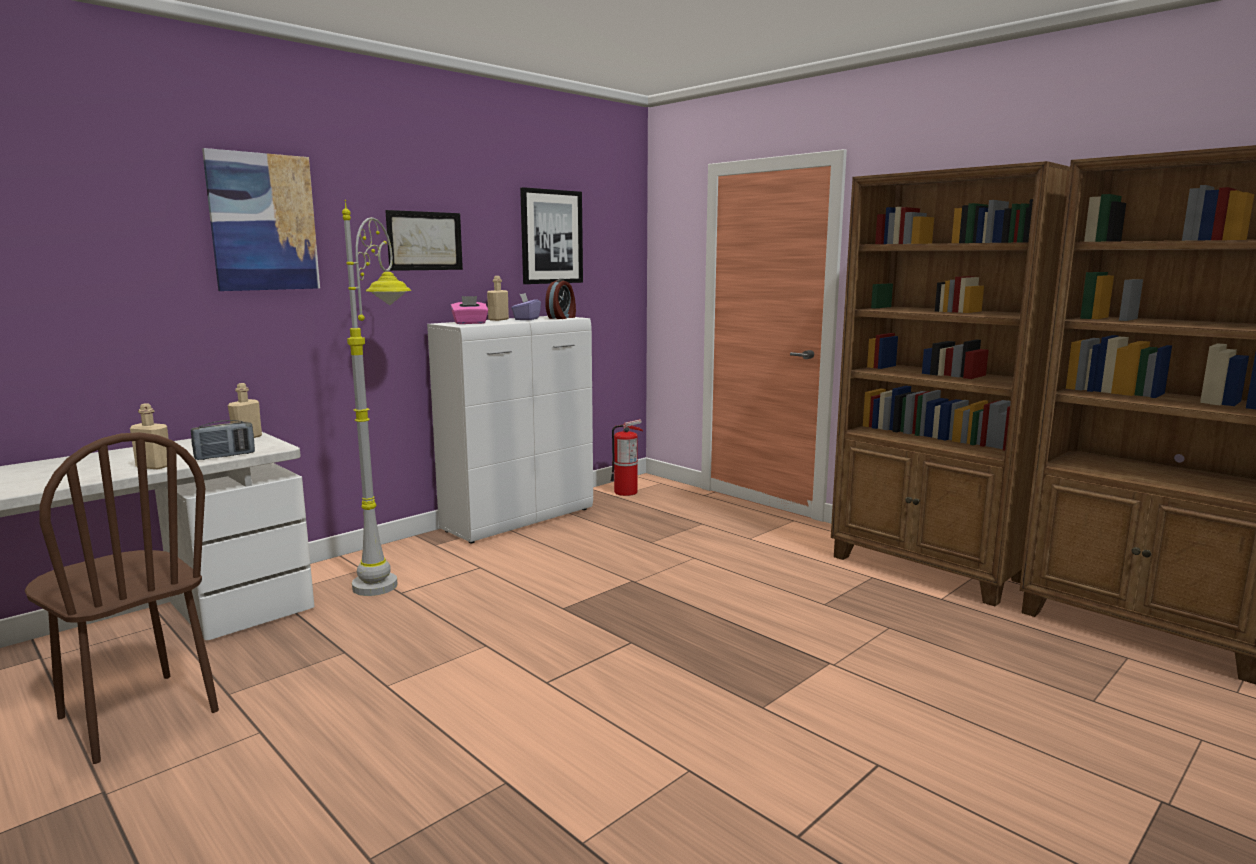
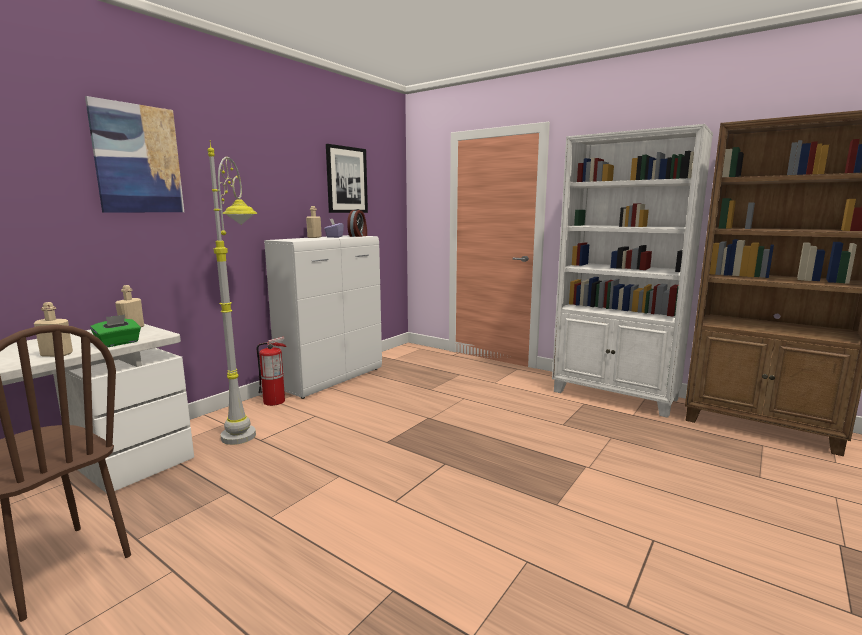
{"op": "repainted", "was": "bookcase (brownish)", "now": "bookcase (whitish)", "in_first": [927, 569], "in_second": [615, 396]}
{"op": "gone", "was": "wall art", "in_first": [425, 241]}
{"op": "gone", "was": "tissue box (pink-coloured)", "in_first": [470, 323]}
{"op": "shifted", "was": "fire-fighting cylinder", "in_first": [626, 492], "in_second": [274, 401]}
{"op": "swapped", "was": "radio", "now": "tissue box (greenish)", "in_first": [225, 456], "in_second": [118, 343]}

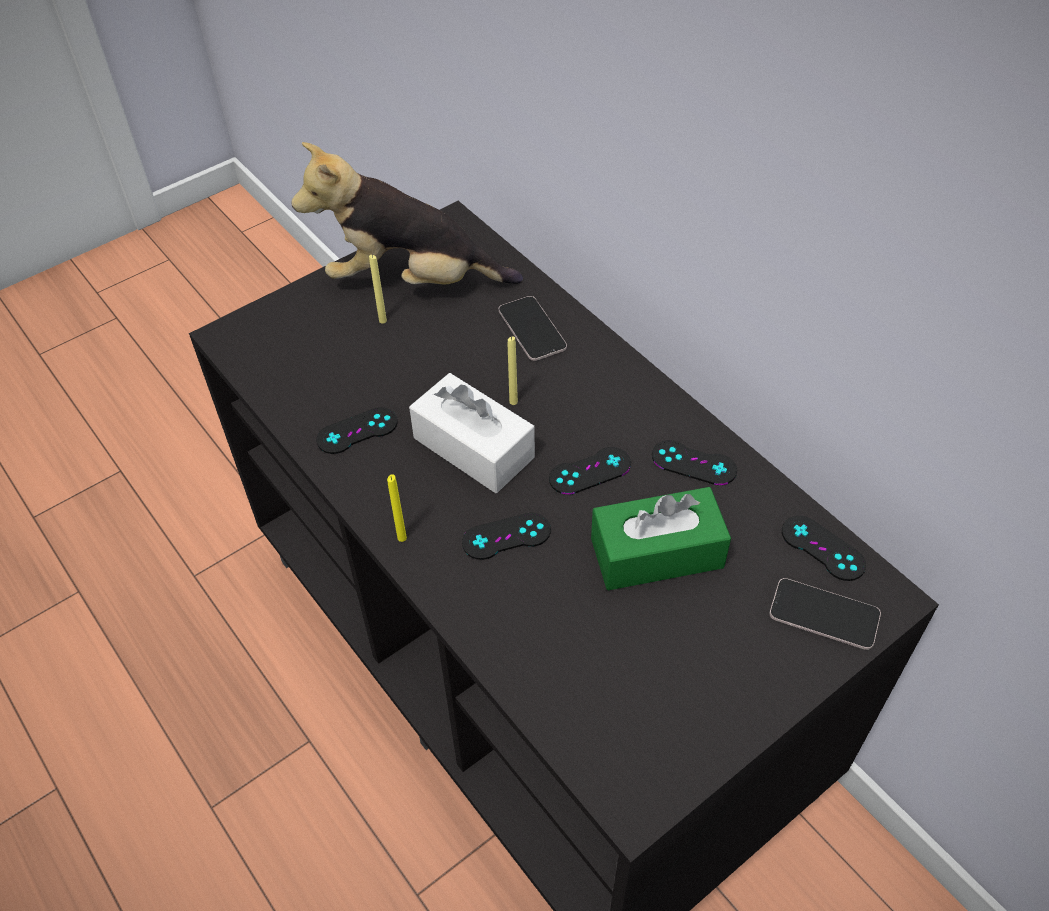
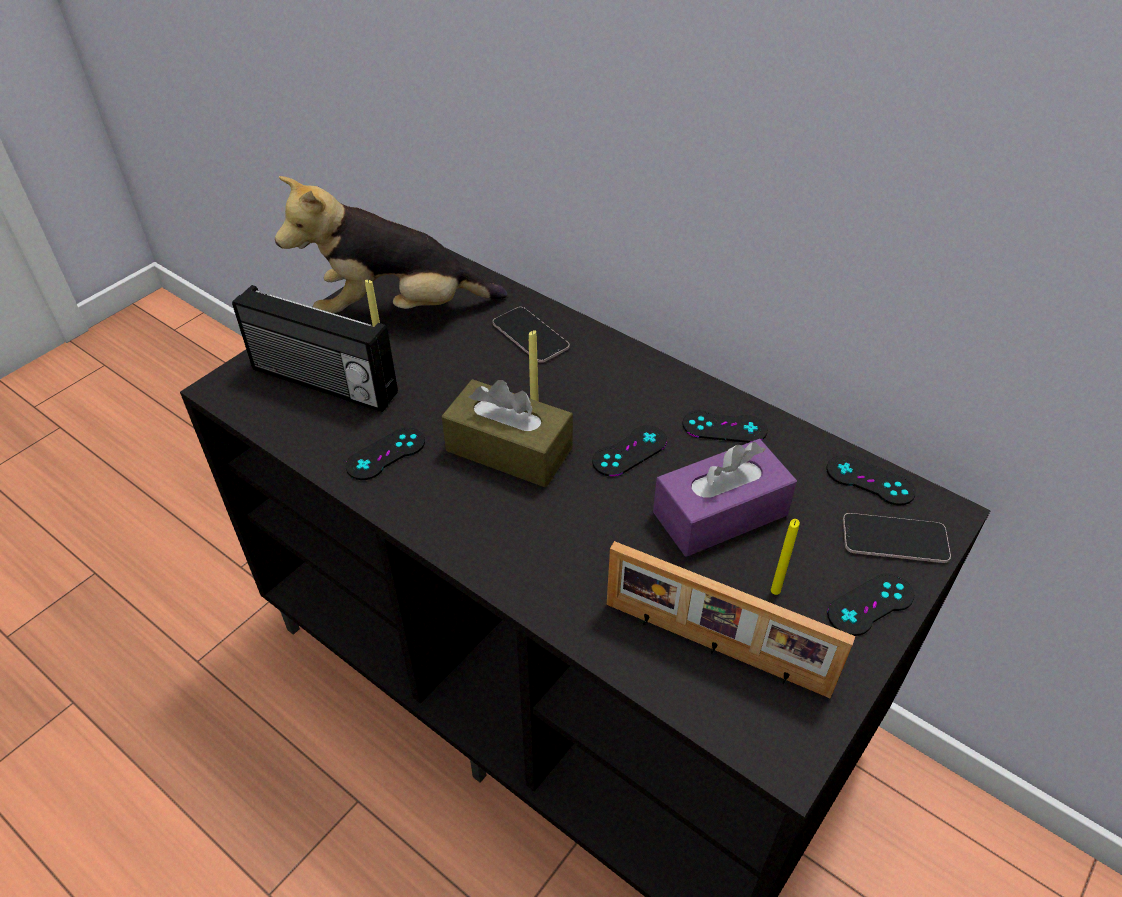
{"op": "repainted", "was": "tissue box (whitish)", "now": "tissue box (brownish)", "in_first": [473, 447], "in_second": [509, 449]}
{"op": "shifted", "was": "wax light (yellow-coloured)", "in_first": [402, 538], "in_second": [775, 590]}
{"op": "repainted", "was": "tissue box (greenish)", "now": "tissue box (purple)", "in_first": [656, 553], "in_second": [720, 513]}
{"op": "shifted", "was": "game controller (blackish)", "in_first": [506, 536], "in_second": [870, 605]}
{"op": "new", "now": "radio", "in_second": [322, 383]}
{"op": "new", "now": "standing frame", "in_second": [714, 648]}

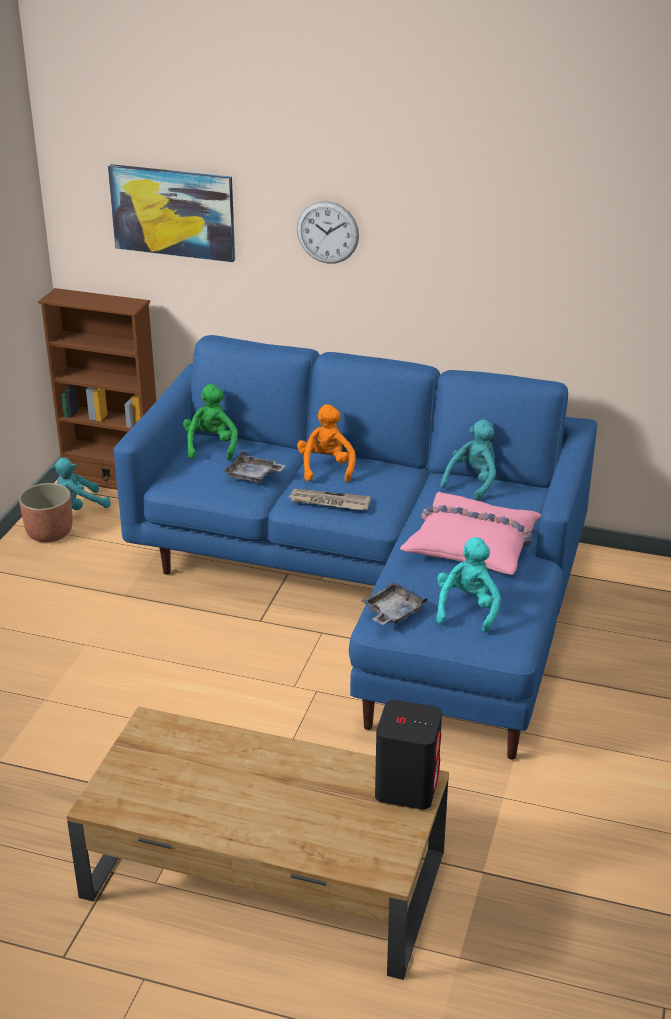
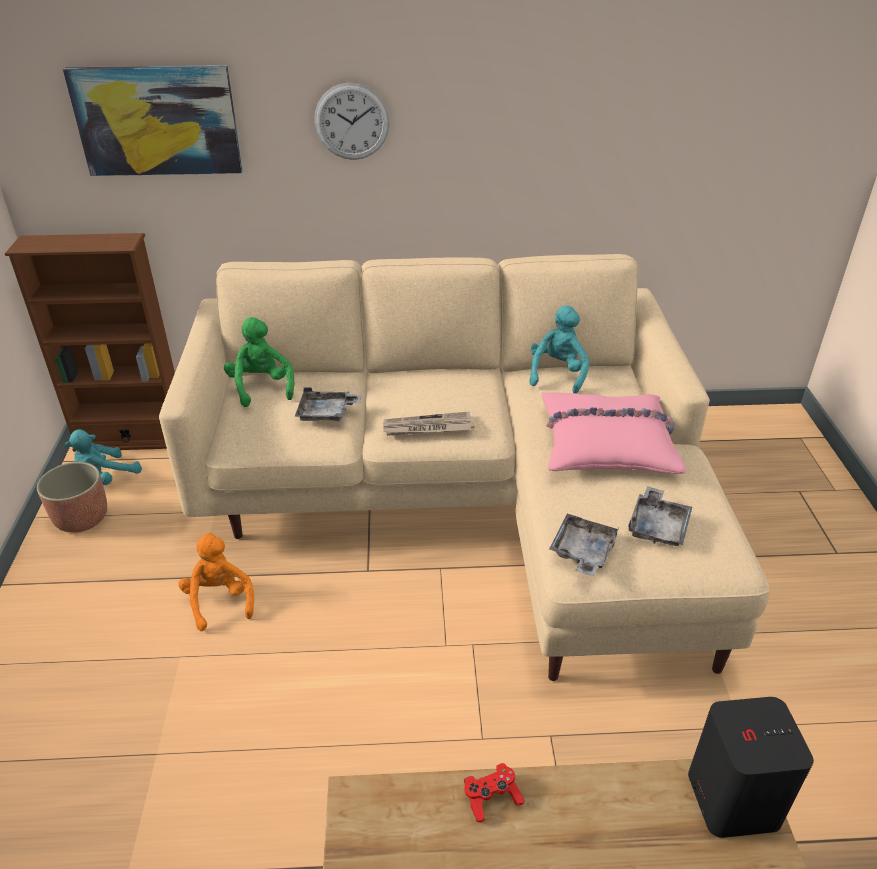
{"op": "repainted", "was": "settee (blue)", "now": "settee (beige-coloured)", "in_first": [376, 589], "in_second": [468, 502]}
{"op": "shifted", "was": "soft toy (orangey)", "in_first": [326, 468], "in_second": [219, 600]}
{"op": "swapped", "was": "soft toy (turquoise)", "now": "carrying tray (greyish)", "in_first": [467, 609], "in_second": [658, 526]}
{"op": "new", "now": "game controller (red)", "in_second": [491, 797]}

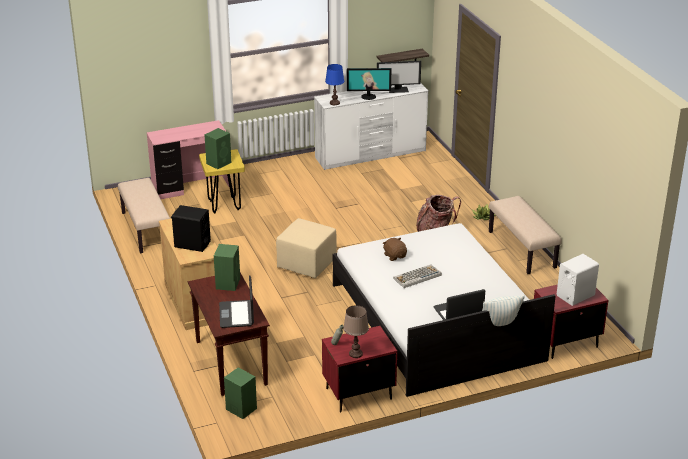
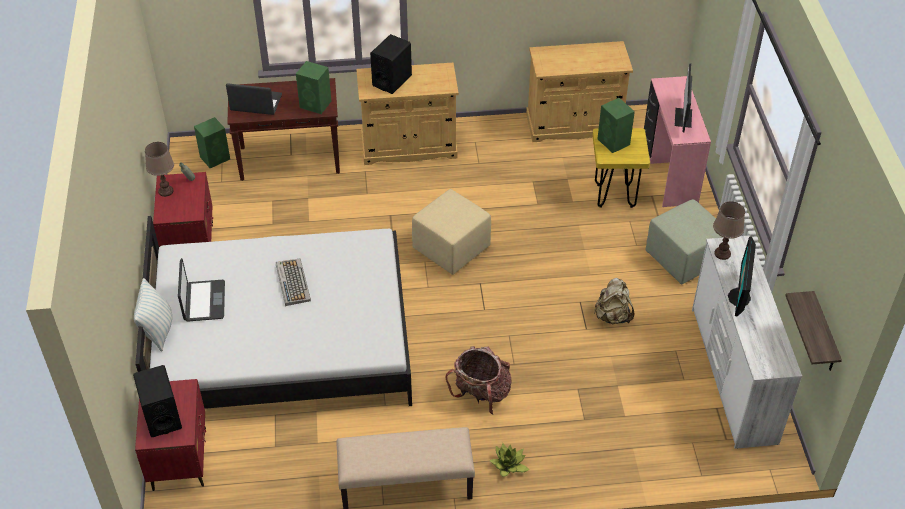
{"op": "shifted", "was": "monitor", "in_first": [398, 89], "in_second": [683, 118]}
{"op": "repainted", "was": "lamp for a table (blue)", "now": "lamp for a table (brownish)", "in_first": [334, 103], "in_second": [722, 253]}
{"op": "swapped", "was": "indoor bench (beige-coloured)", "now": "cabinet (beige-coloured)", "in_first": [145, 230], "in_second": [574, 125]}
{"op": "gone", "was": "soft toy (brownish)", "in_first": [395, 256]}
{"op": "repainted", "was": "loudspeaker (whitish)", "now": "loudspeaker (blackish)", "in_first": [575, 295], "in_second": [162, 416]}
{"op": "new", "now": "footrest (greenish)", "in_second": [684, 259]}
{"op": "new", "now": "rucksack (beige-coloured)", "in_second": [612, 316]}

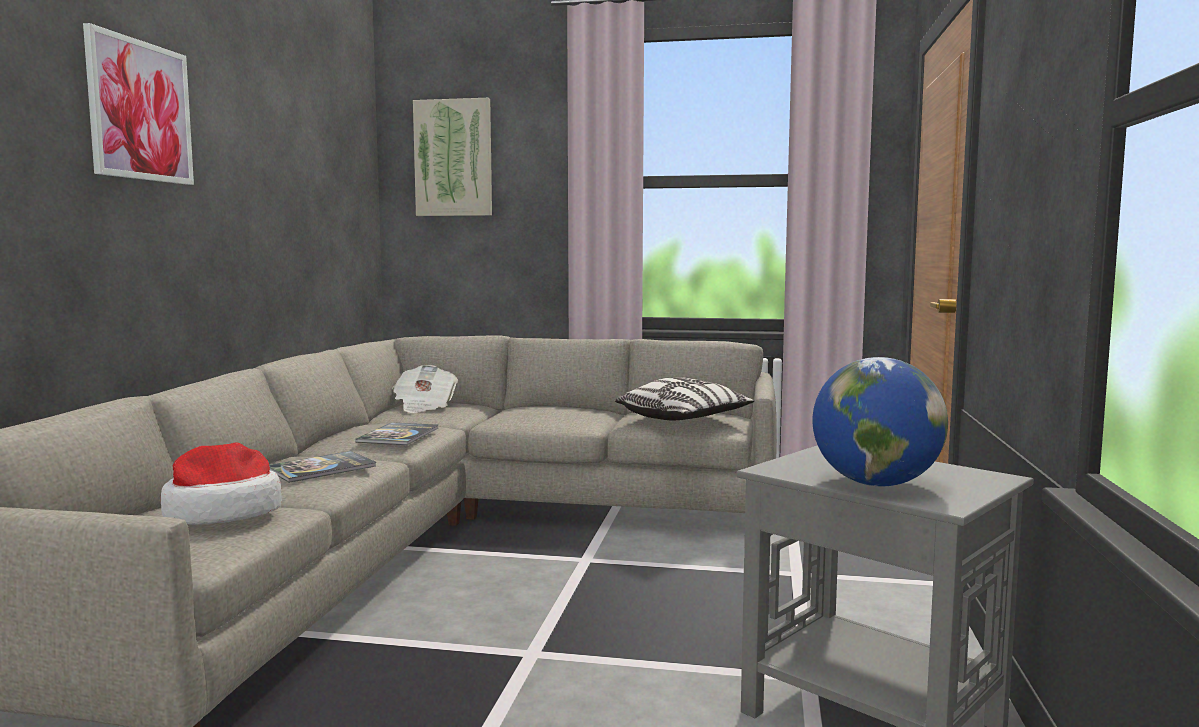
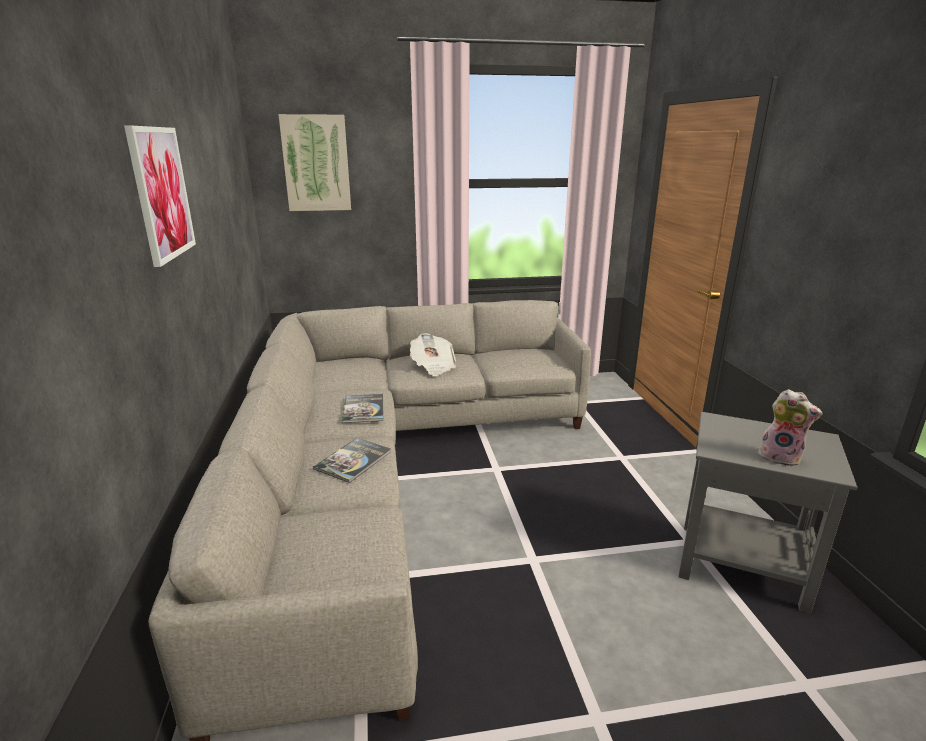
{"op": "swapped", "was": "globe", "now": "soft toy", "in_first": [875, 484], "in_second": [781, 457]}
{"op": "shifted", "was": "newspaper", "in_first": [424, 406], "in_second": [433, 366]}
{"op": "gone", "was": "pillow", "in_first": [684, 420]}
{"op": "gone", "was": "wearable hat", "in_first": [223, 513]}

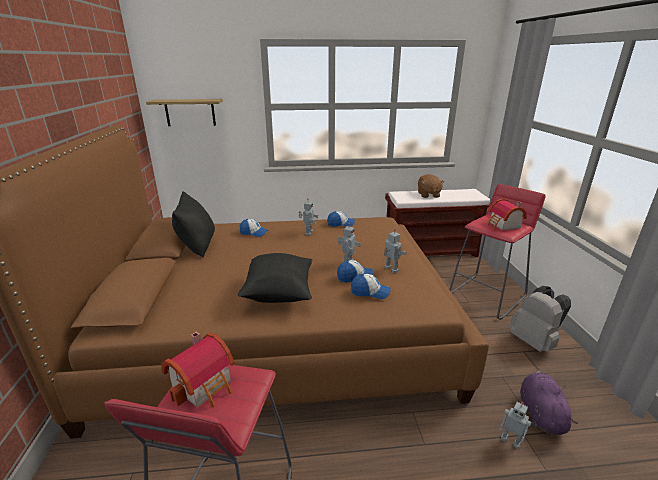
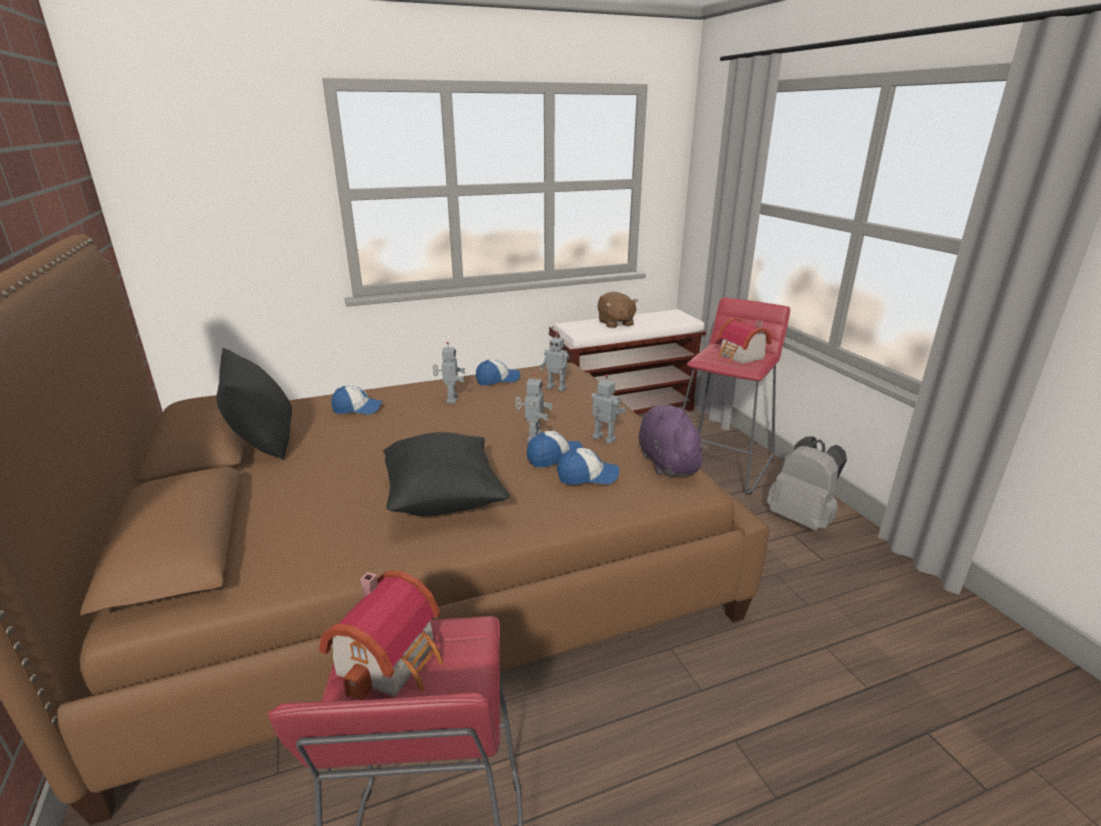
{"op": "gone", "was": "shelf", "in_first": [190, 112]}
{"op": "shifted", "was": "soft toy (purple)", "in_first": [540, 413], "in_second": [667, 461]}
{"op": "shifted", "was": "robot figure", "in_first": [510, 440], "in_second": [556, 388]}

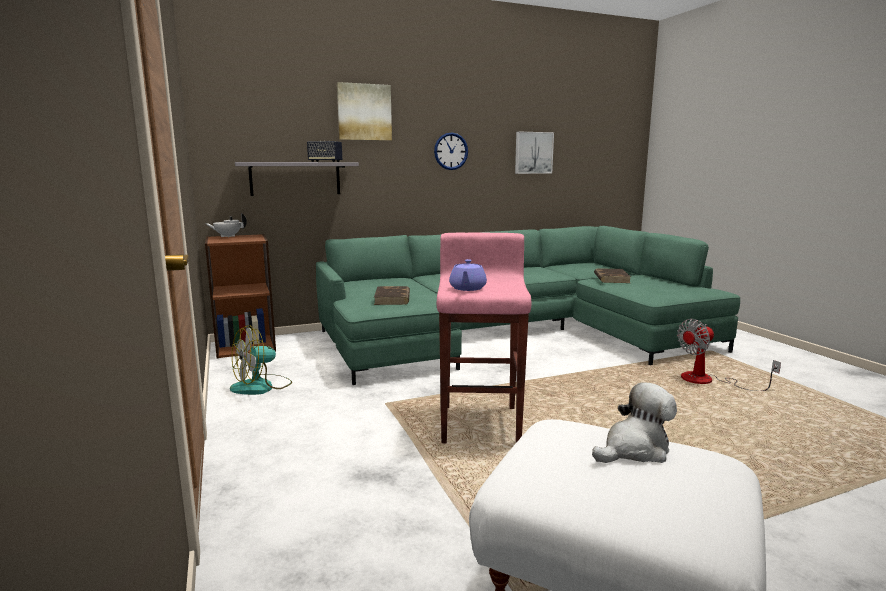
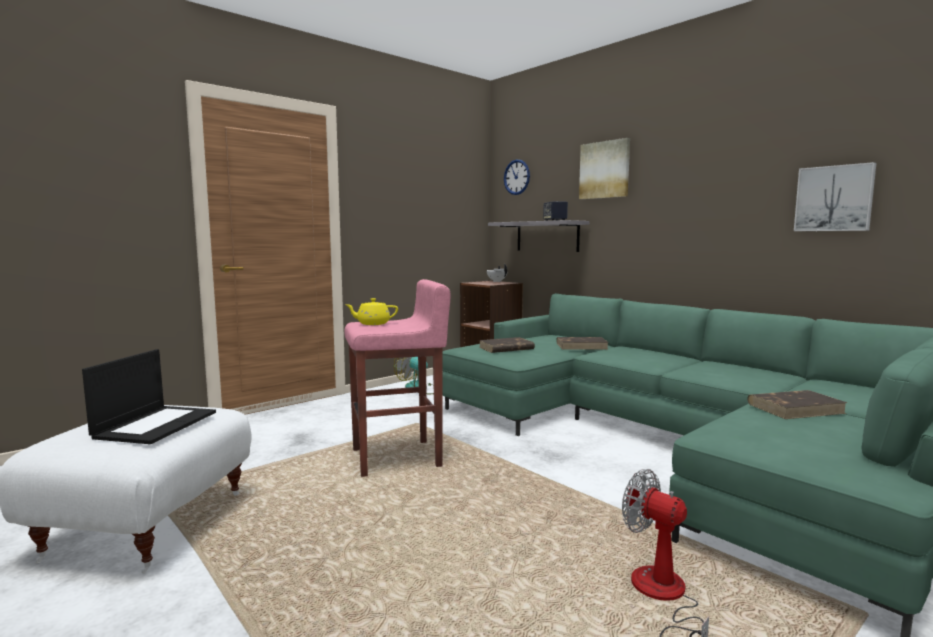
{"op": "shifted", "was": "wall clock", "in_first": [451, 151], "in_second": [516, 177]}
{"op": "repainted", "was": "teapot (purple)", "now": "teapot (yellow-coloured)", "in_first": [467, 288], "in_second": [372, 323]}
{"op": "swapped", "was": "soft toy", "now": "notebook computer", "in_first": [634, 449], "in_second": [156, 424]}
{"op": "new", "now": "book (brownish)", "in_second": [582, 346]}

